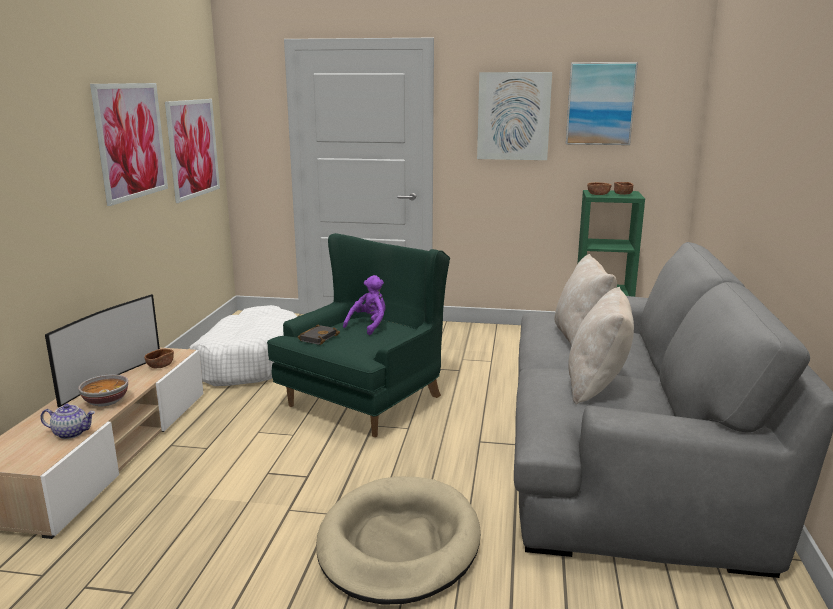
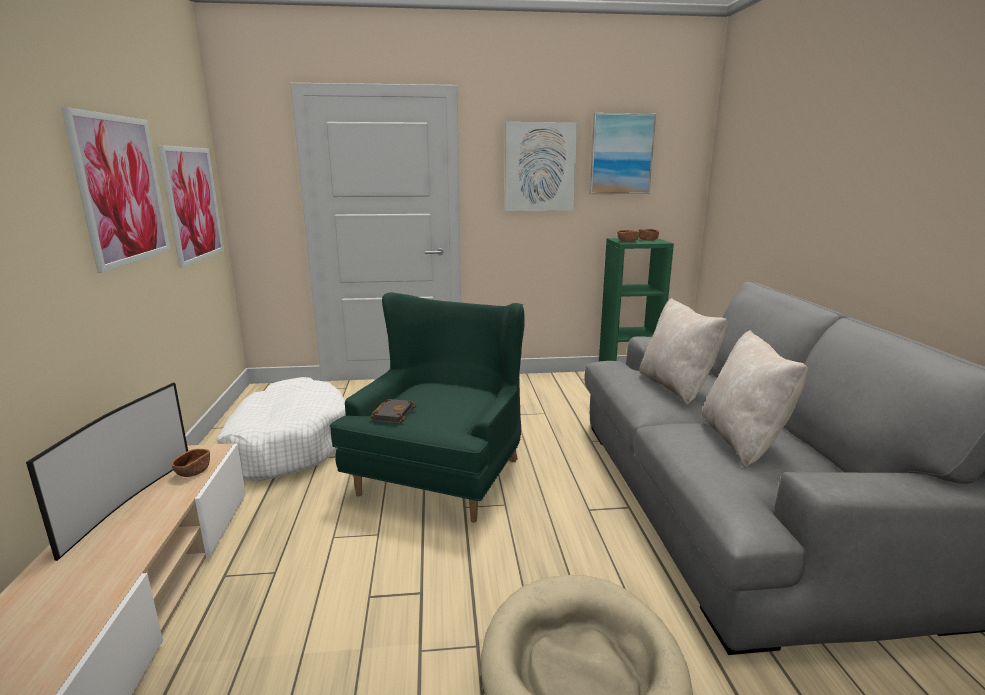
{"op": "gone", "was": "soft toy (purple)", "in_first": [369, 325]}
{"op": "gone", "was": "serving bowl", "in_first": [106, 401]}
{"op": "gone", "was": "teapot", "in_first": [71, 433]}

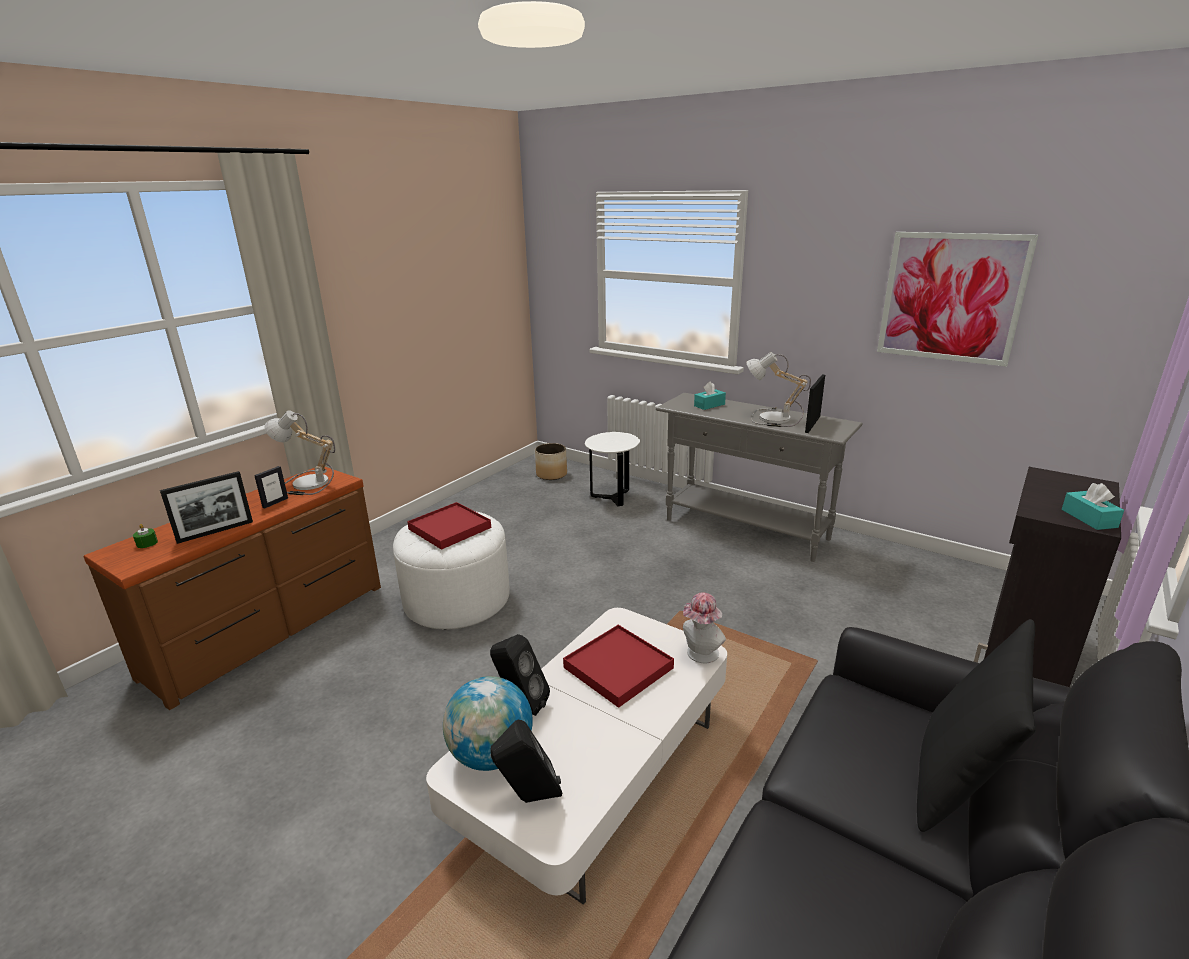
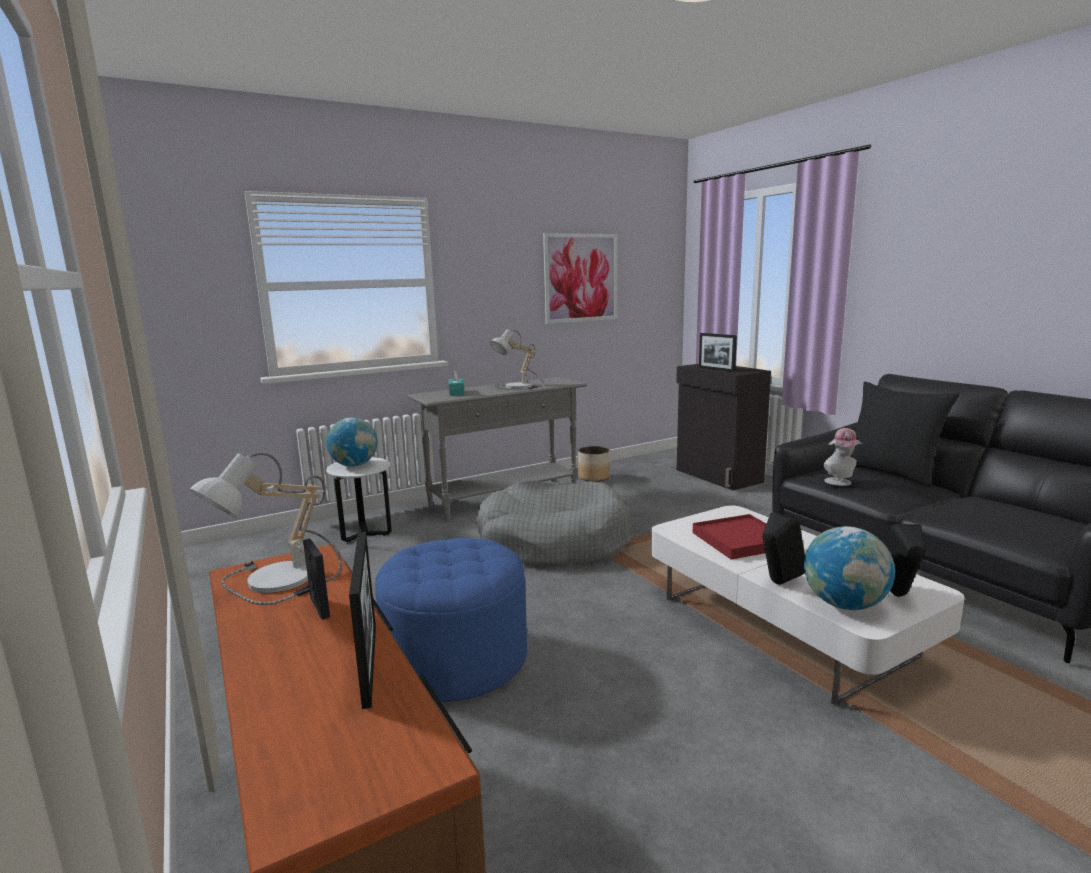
{"op": "shifted", "was": "standing frame", "in_first": [812, 424], "in_second": [716, 369]}
{"op": "shifted", "was": "flower pot", "in_first": [552, 474], "in_second": [594, 477]}
{"op": "gone", "was": "tissue box (turquoise)", "in_first": [1089, 518]}
{"op": "gone", "was": "carrying tray (red)", "in_first": [450, 528]}
{"op": "repainted", "was": "footrest (whitish)", "now": "footrest (blue)", "in_first": [457, 599], "in_second": [456, 658]}
{"op": "gone", "was": "wax light (greenish)", "in_first": [147, 543]}
{"op": "shifted", "was": "wearable hat", "in_first": [700, 655], "in_second": [841, 482]}
{"op": "new", "now": "globe", "in_second": [354, 465]}
{"op": "new", "now": "pet bed (greyish)", "in_second": [553, 542]}

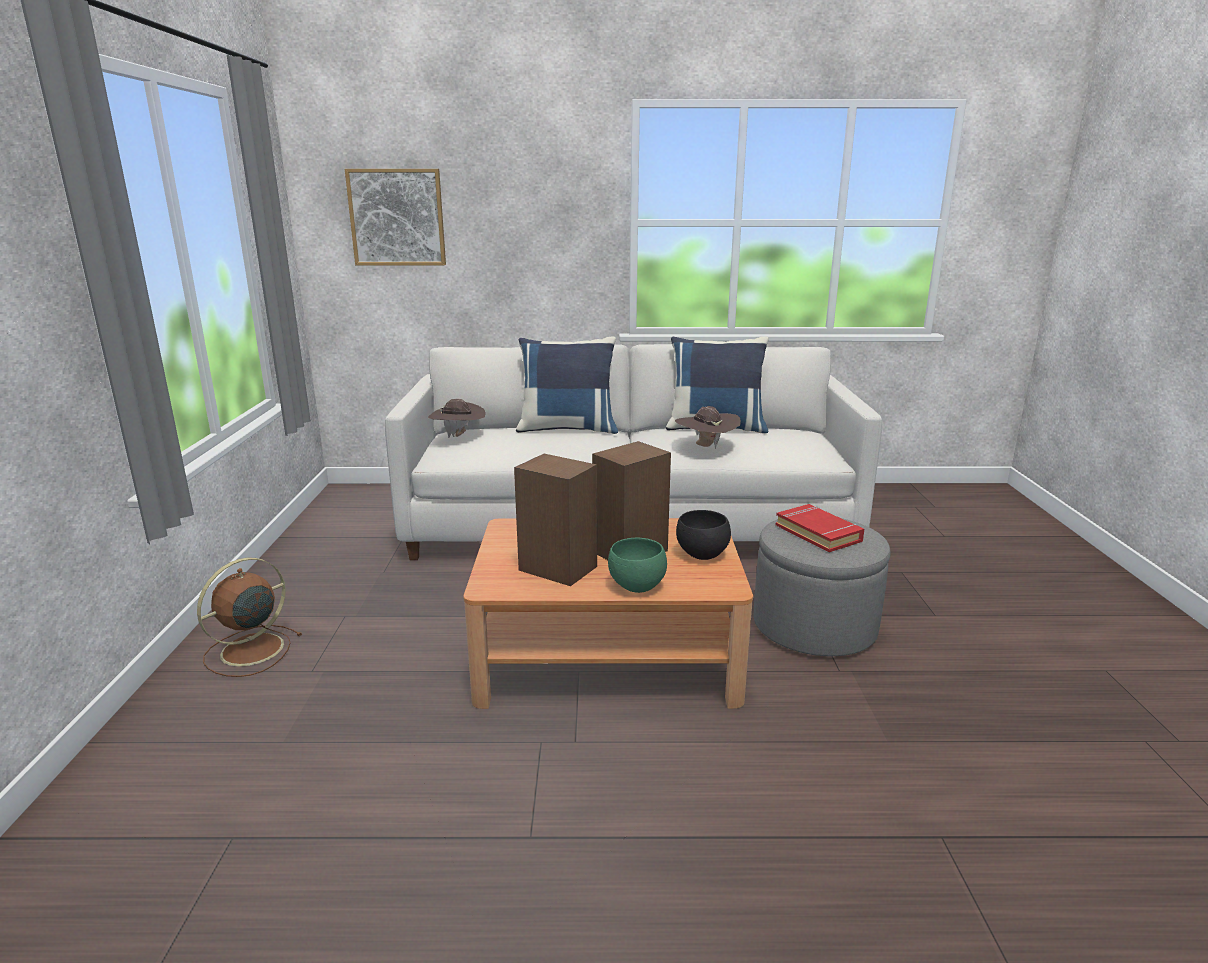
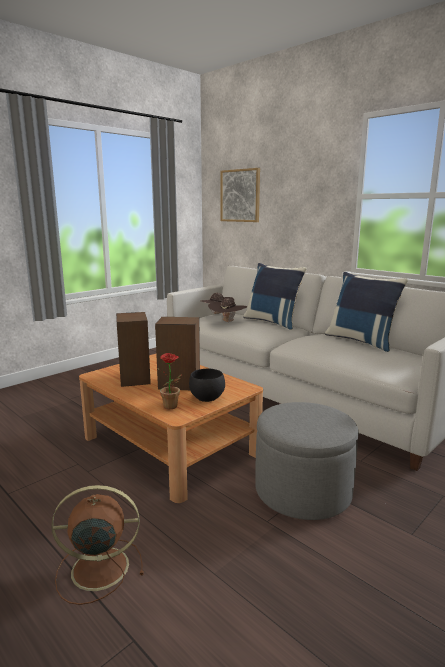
{"op": "shifted", "was": "wearable hat (brownish)", "in_first": [706, 446], "in_second": [227, 322]}
{"op": "gone", "was": "book (red)", "in_first": [818, 533]}
{"op": "gone", "was": "serving bowl (greenish)", "in_first": [637, 587]}
{"op": "shifted", "was": "electric fan (brownish)", "in_first": [249, 651], "in_second": [97, 568]}
{"op": "new", "now": "houseplant", "in_second": [172, 407]}

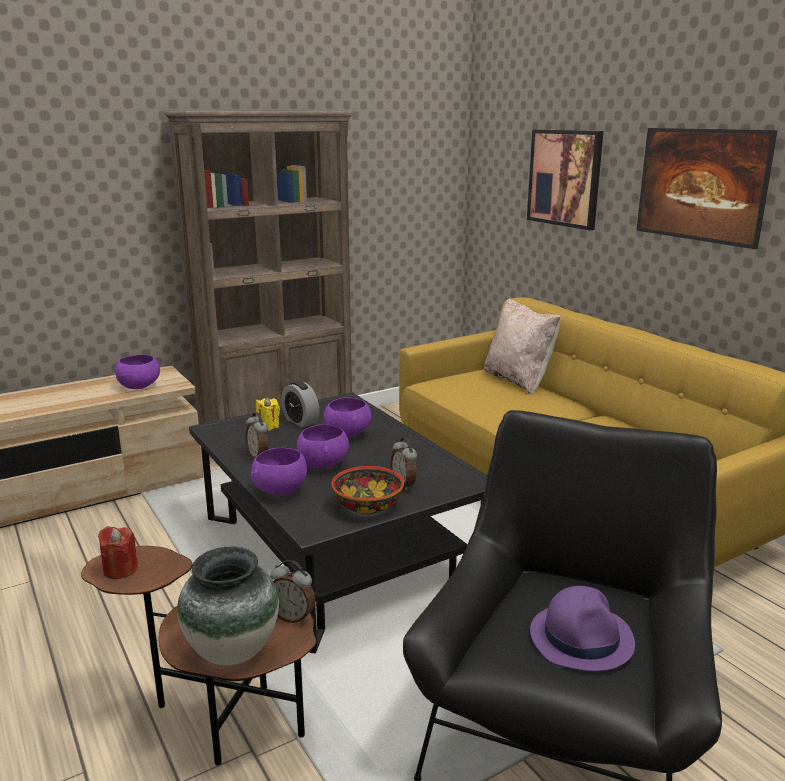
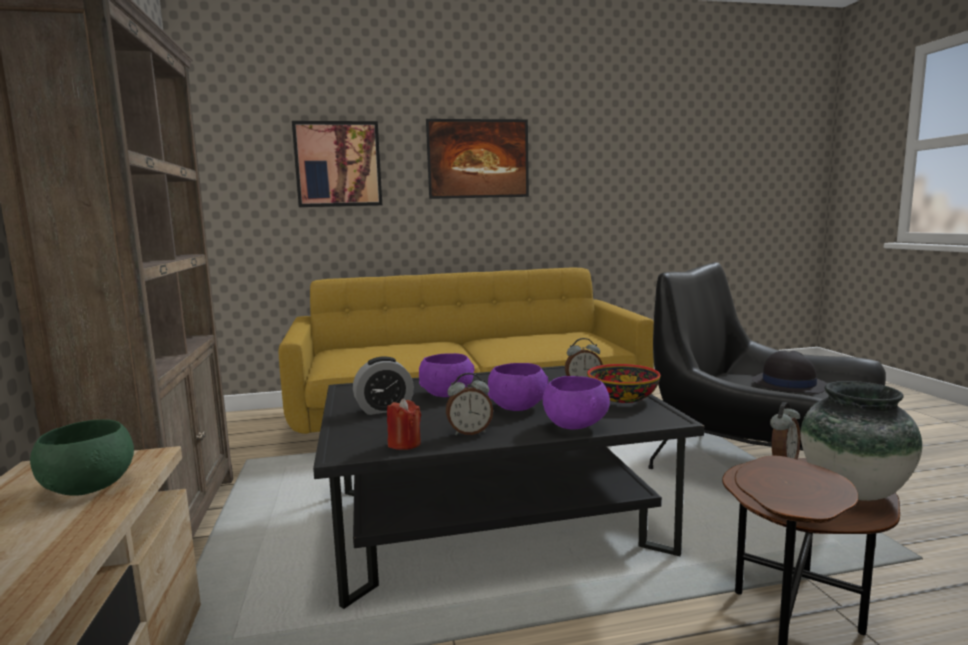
{"op": "gone", "was": "pillow (beige-coloured)", "in_first": [518, 380]}
{"op": "repainted", "was": "serving bowl (purple)", "now": "serving bowl (greenish)", "in_first": [140, 386], "in_second": [89, 486]}
{"op": "gone", "was": "wax light (yellow-coloured)", "in_first": [268, 426]}
{"op": "shifted", "was": "wax light (red)", "in_first": [120, 569], "in_second": [404, 444]}
{"op": "repainted", "was": "wearable hat (purple)", "now": "wearable hat (blackish)", "in_first": [581, 637], "in_second": [788, 384]}

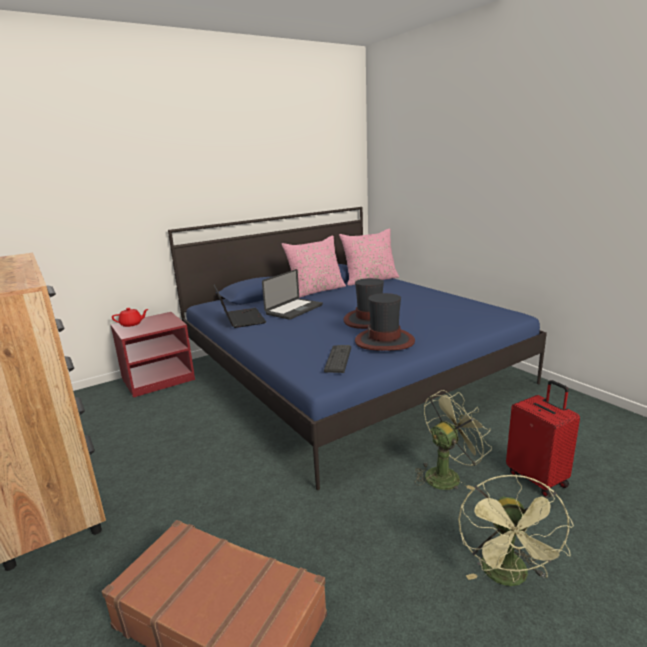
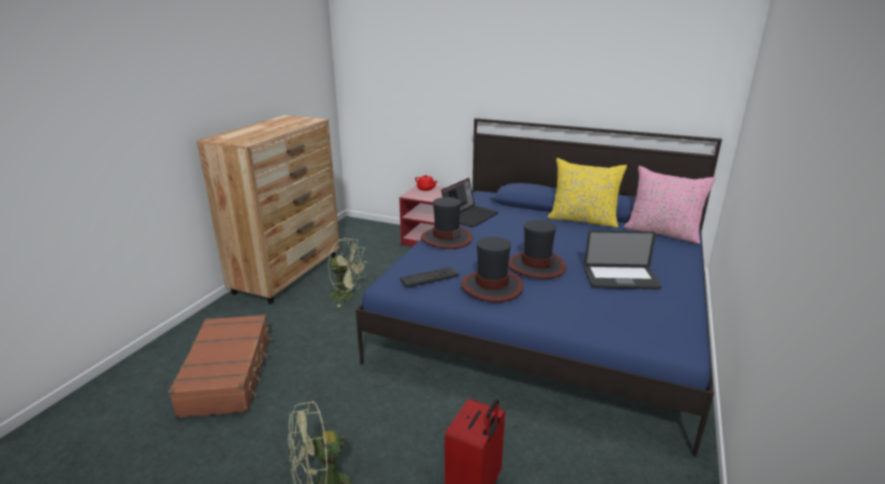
{"op": "repainted", "was": "pillow (pink-coloured)", "now": "pillow (yellow-coloured)", "in_first": [316, 291], "in_second": [583, 220]}
{"op": "shifted", "was": "notebook computer", "in_first": [294, 310], "in_second": [621, 279]}
{"op": "shifted", "was": "electric fan (greenish)", "in_first": [447, 475], "in_second": [347, 296]}
{"op": "new", "now": "wearable hat", "in_second": [446, 238]}

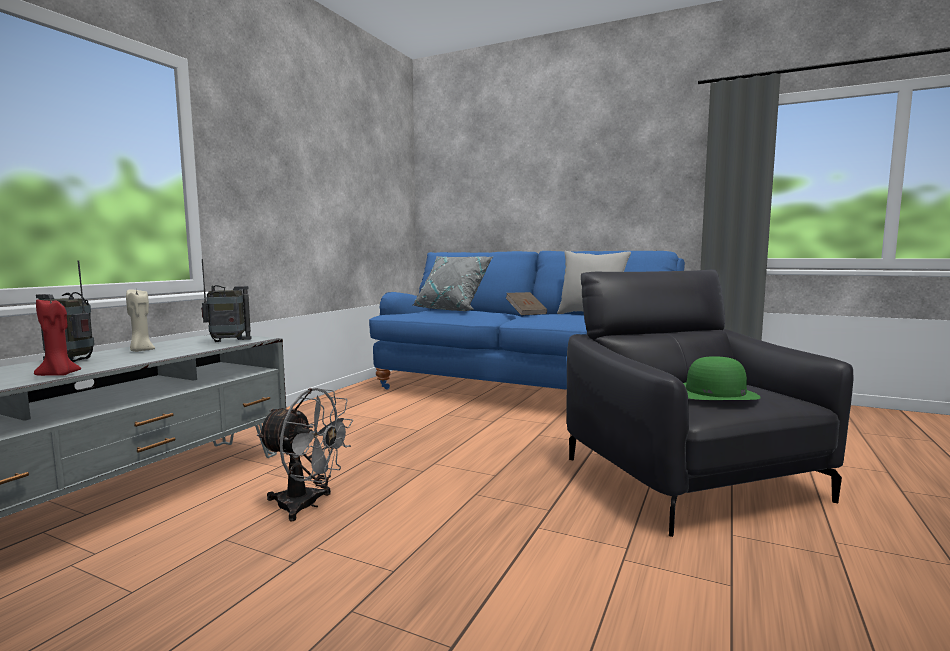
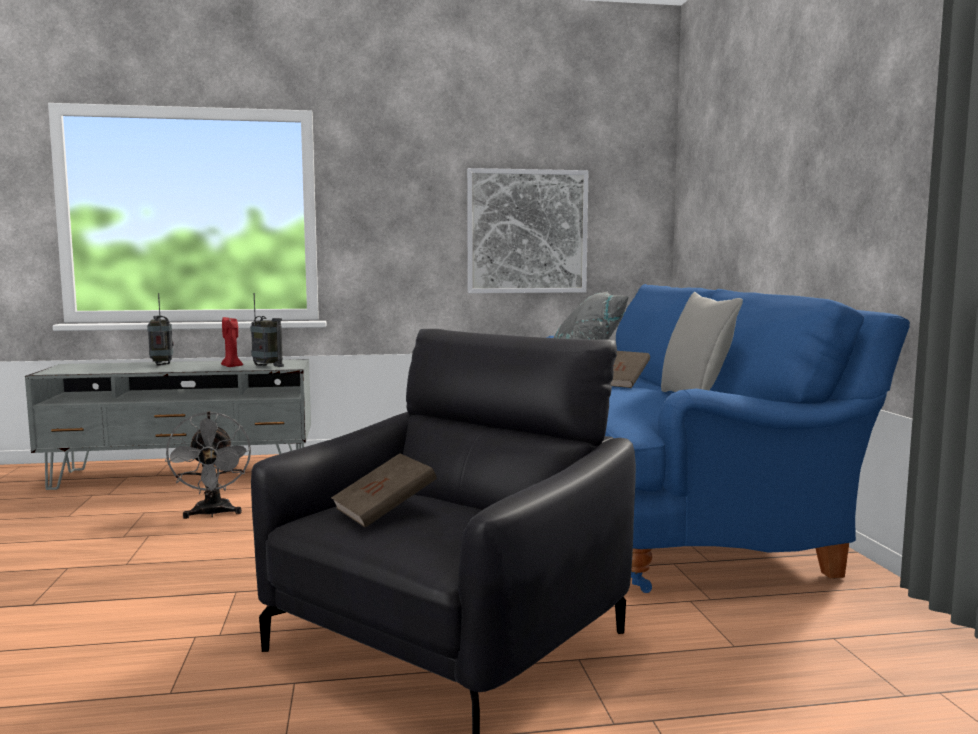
{"op": "gone", "was": "wax light (beige-coloured)", "in_first": [141, 351]}
{"op": "shifted", "was": "wax light (red)", "in_first": [59, 375], "in_second": [231, 366]}
{"op": "swapped", "was": "wearable hat (greenish)", "now": "book (brownish)", "in_first": [715, 393], "in_second": [384, 511]}
{"op": "new", "now": "wall art", "in_second": [527, 231]}

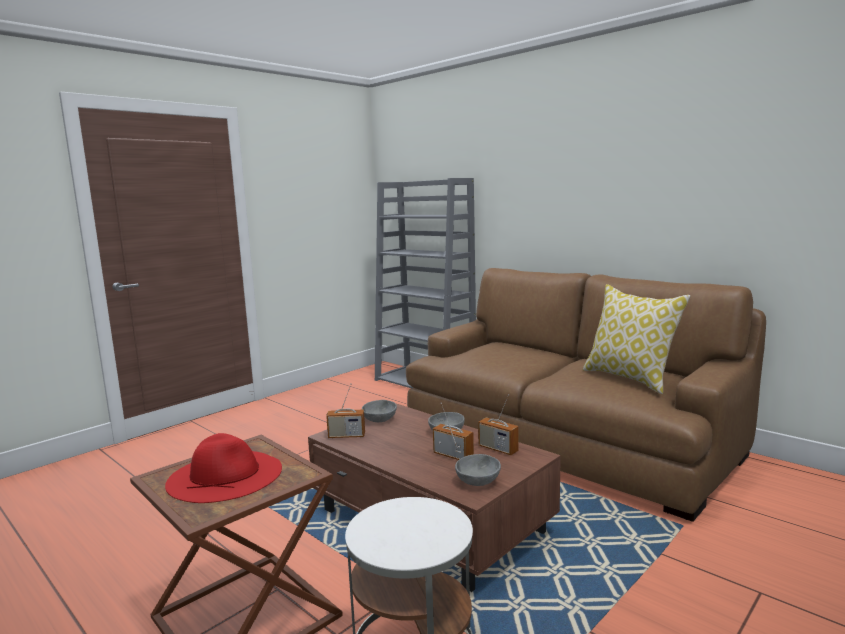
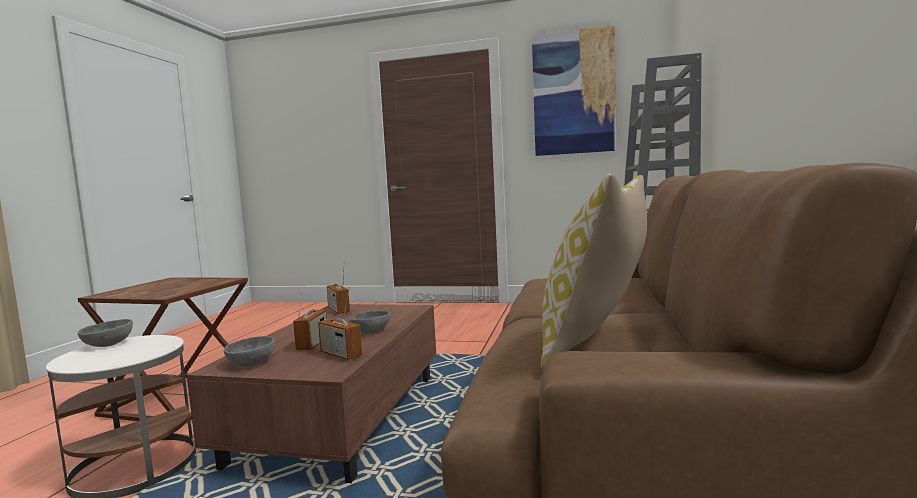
{"op": "rotated", "was": "radio", "in_first": [498, 449], "in_second": [341, 354], "clockwise": -60}
{"op": "shifted", "was": "serving bowl (greyish)", "in_first": [380, 420], "in_second": [107, 344]}
{"op": "gone", "was": "wearable hat (red)", "in_first": [225, 475]}
{"op": "new", "now": "wall art", "in_second": [573, 93]}

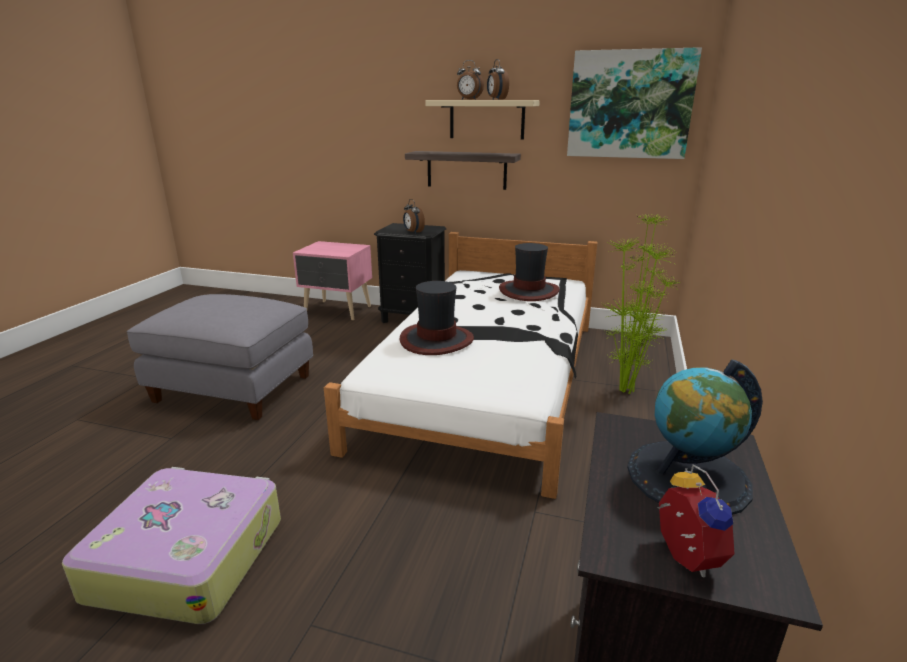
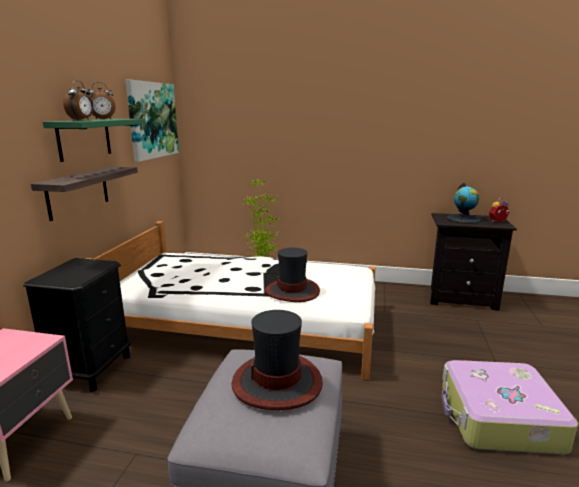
{"op": "repainted", "was": "shelf (beige-coloured)", "now": "shelf (greenish)", "in_first": [487, 119], "in_second": [84, 138]}
{"op": "gone", "was": "bedside clock", "in_first": [413, 232]}
{"op": "shifted", "was": "wearable hat", "in_first": [529, 291], "in_second": [277, 382]}

